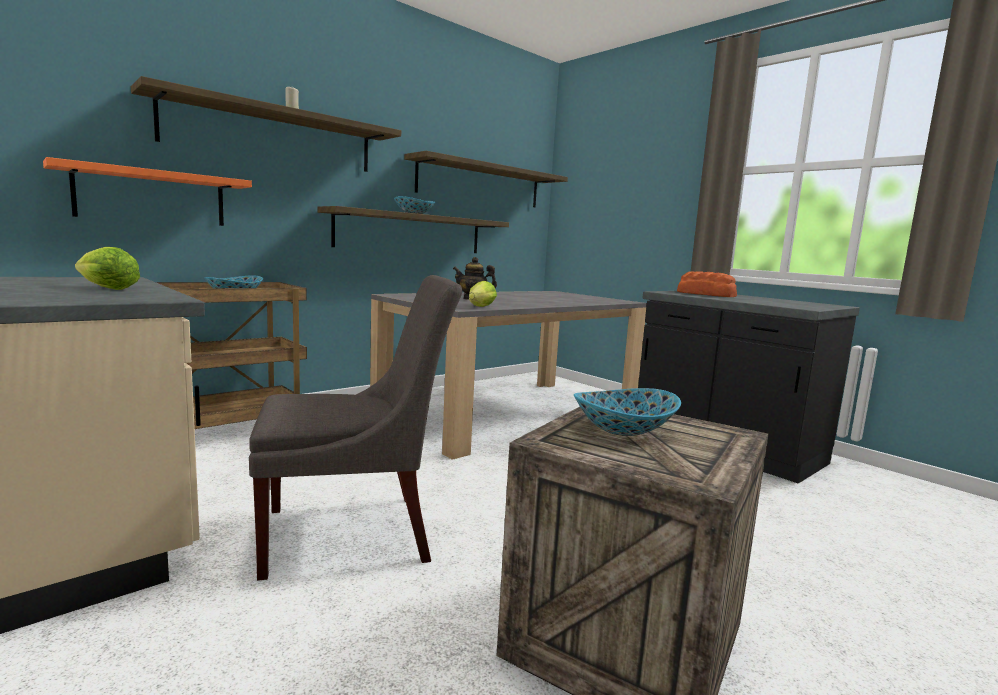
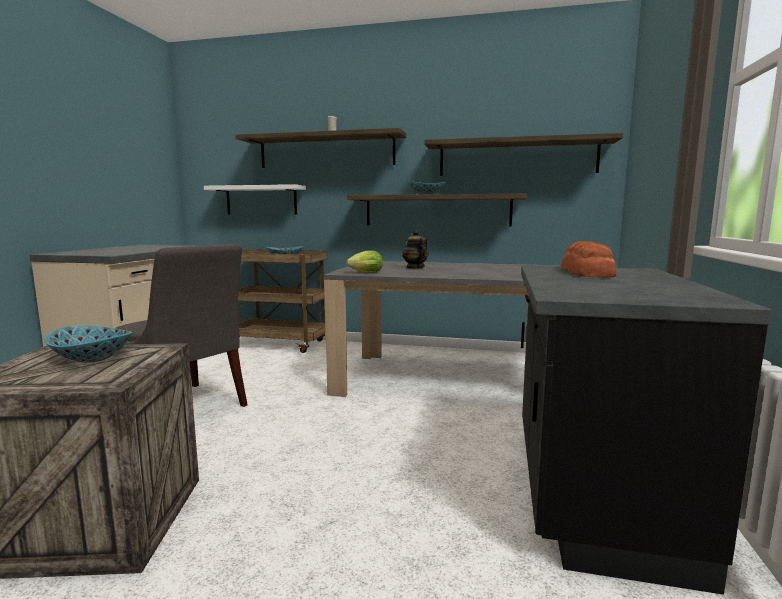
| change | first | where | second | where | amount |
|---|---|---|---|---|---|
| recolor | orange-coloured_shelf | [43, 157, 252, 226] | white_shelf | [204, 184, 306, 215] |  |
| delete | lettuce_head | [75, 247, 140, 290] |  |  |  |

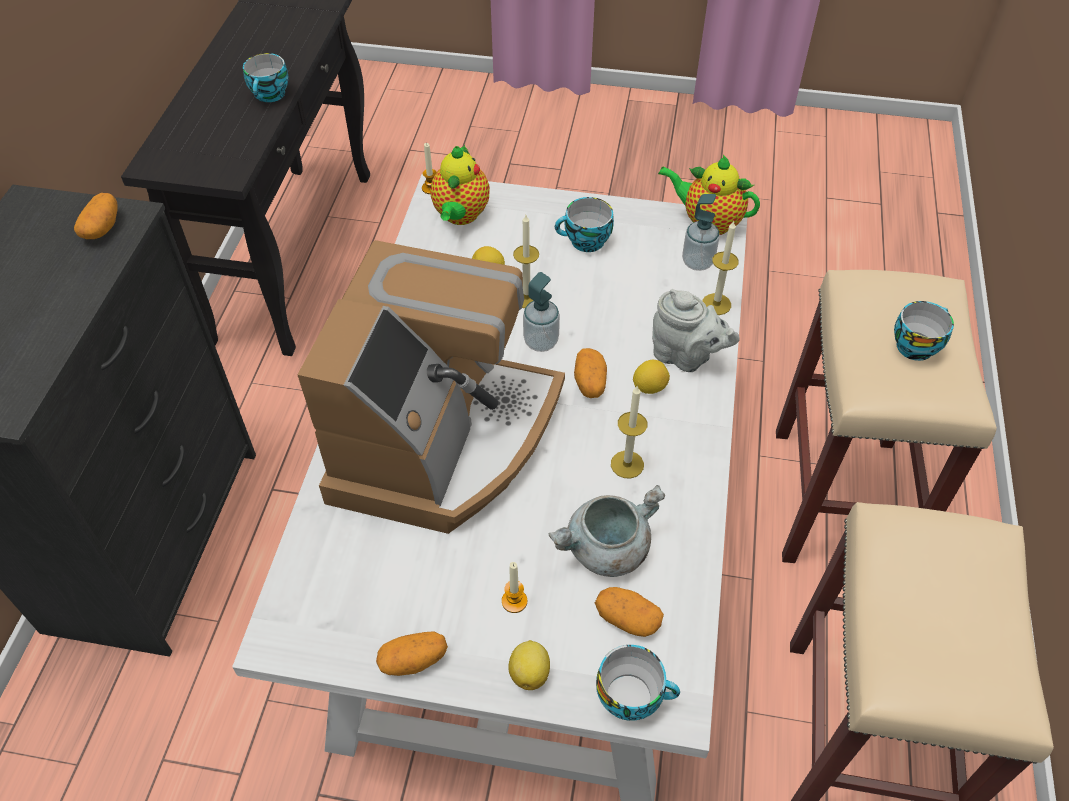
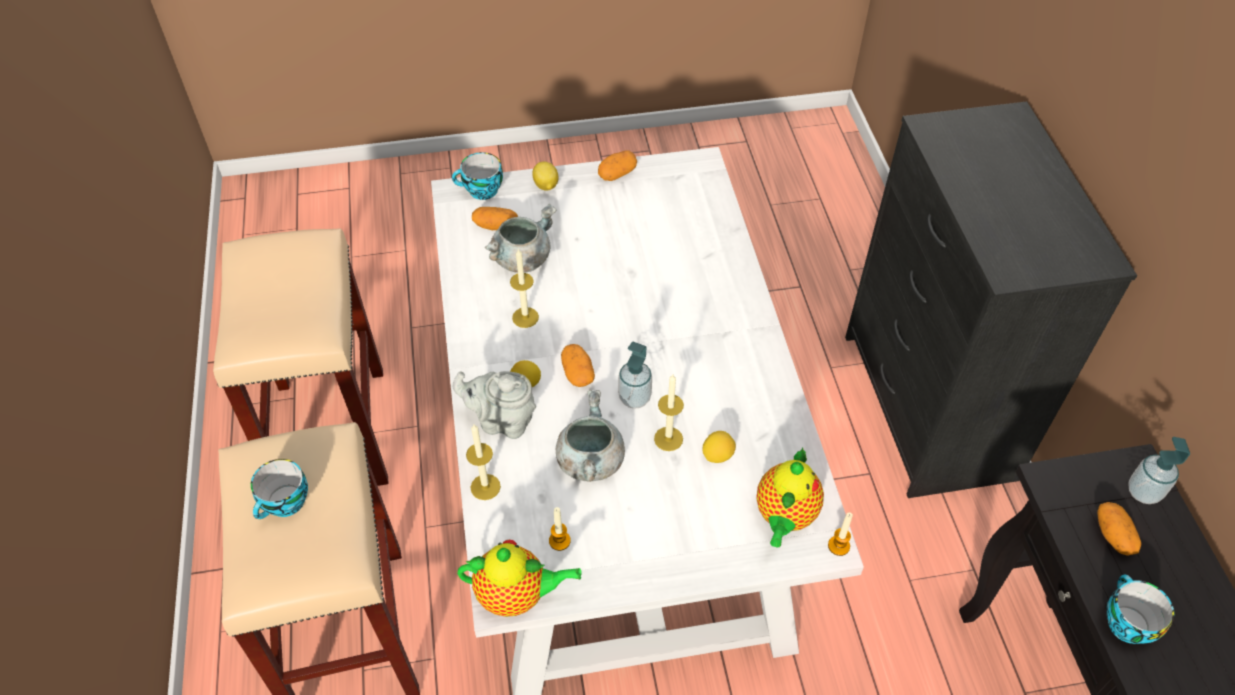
| change | first | where | second | where | amount |
|---|---|---|---|---|---|
| rotate | tea_pot | [430, 145, 490, 225] |  | [756, 447, 824, 548] | 150 degrees counterclockwise |
| move | potato | [74, 193, 118, 239] |  | [1097, 502, 1142, 556] |  |
| move | liquid_soap_bottle | [682, 194, 720, 271] |  | [1128, 437, 1190, 504] |  |
| delete | cup | [555, 197, 614, 252] |  |  |  |
| delete | coffee_brewer | [297, 240, 565, 534] |  |  |  |
| move | candle | [502, 562, 527, 613] |  | [549, 507, 571, 551] |  |
| insert |  |  | greyish_cooking_pot | [556, 390, 625, 482] |  |

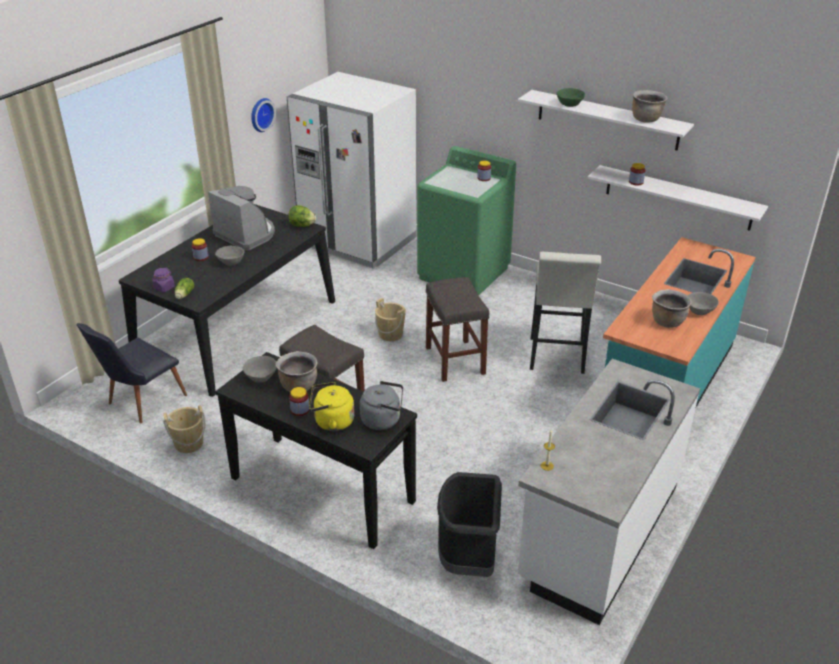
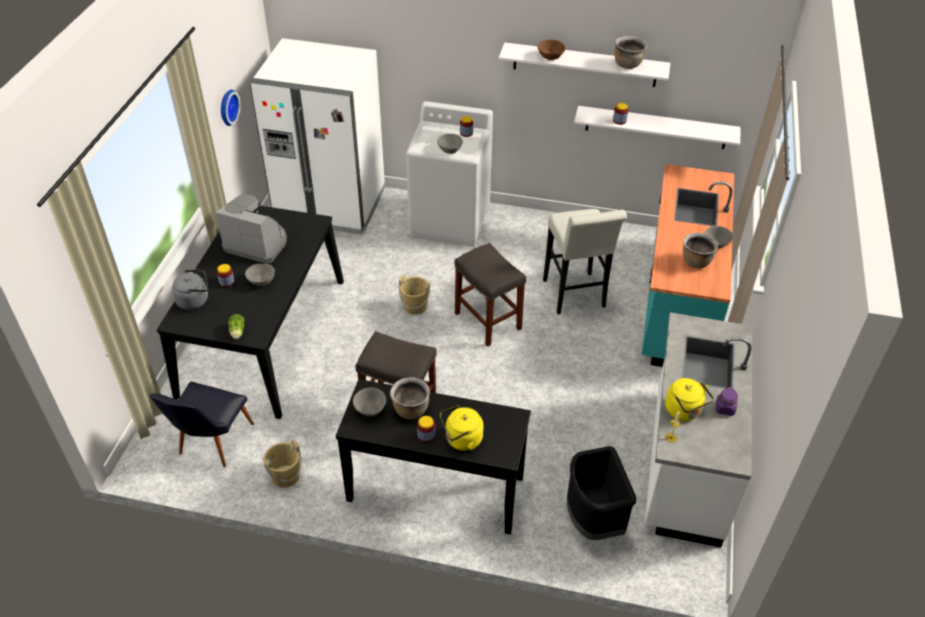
| change | first | where | second | where | amount |
|---|---|---|---|---|---|
| recolor | green_serving_bowl | [557, 88, 585, 107] | brownish_serving_bowl | [538, 40, 565, 60] |  |
| recolor | green_laundry_appliance | [417, 146, 516, 295] | white_laundry_appliance | [406, 101, 493, 247] |  |
| delete | lettuce_head | [288, 205, 316, 227] |  |  |  |
| move | purple_storage_jar | [152, 268, 175, 292] |  | [716, 387, 738, 416] |  |
| move | greyish_kettle | [360, 381, 403, 430] |  | [172, 269, 208, 310] |  |
| insert |  |  | greyish_serving_bowl | [437, 134, 463, 154] |  |
| insert |  |  | yellow_kettle | [665, 378, 714, 421] |  |

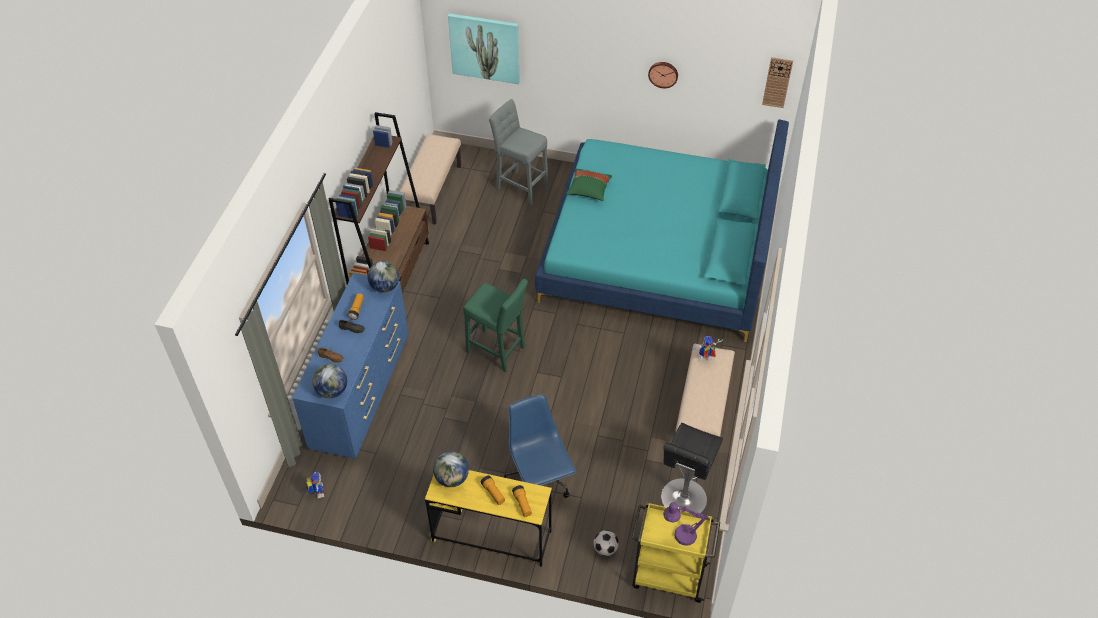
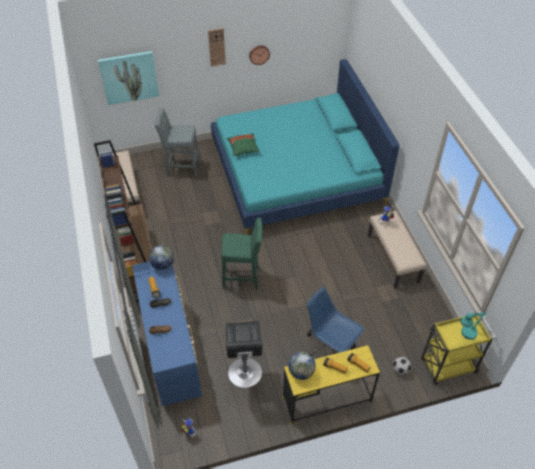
| change | first | where | second | where | amount |
|---|---|---|---|---|---|
| move | hanging_clock | [762, 57, 793, 108] |  | [208, 28, 226, 67] |  |
| delete | globe | [313, 364, 347, 398] |  |  |  |
| move | blackish_stool | [661, 423, 723, 513] |  | [226, 321, 262, 388] |  |
| recolor | purple_table_lamp | [663, 502, 708, 546] | turquoise-coloured_table_lamp | [460, 312, 486, 340] |  |

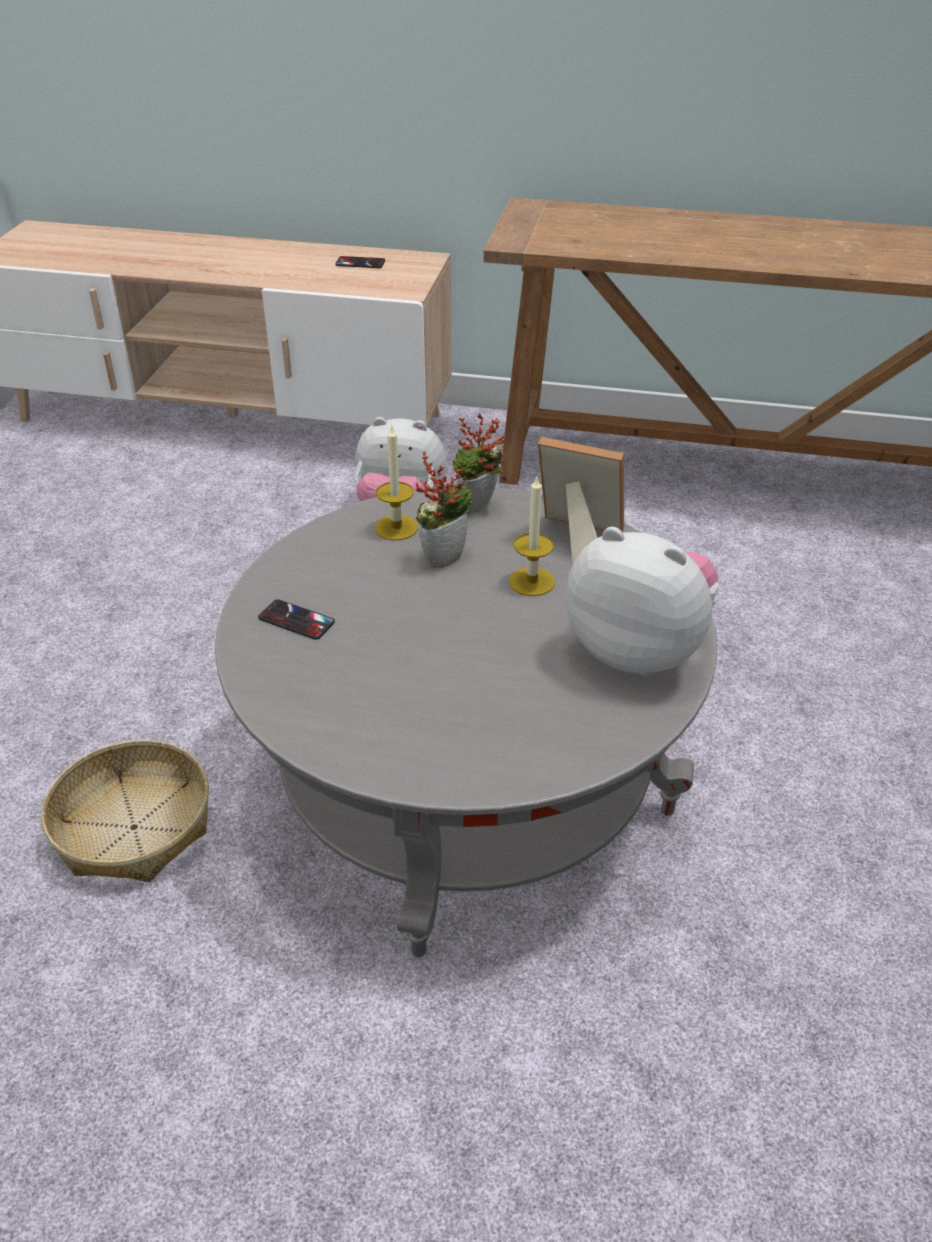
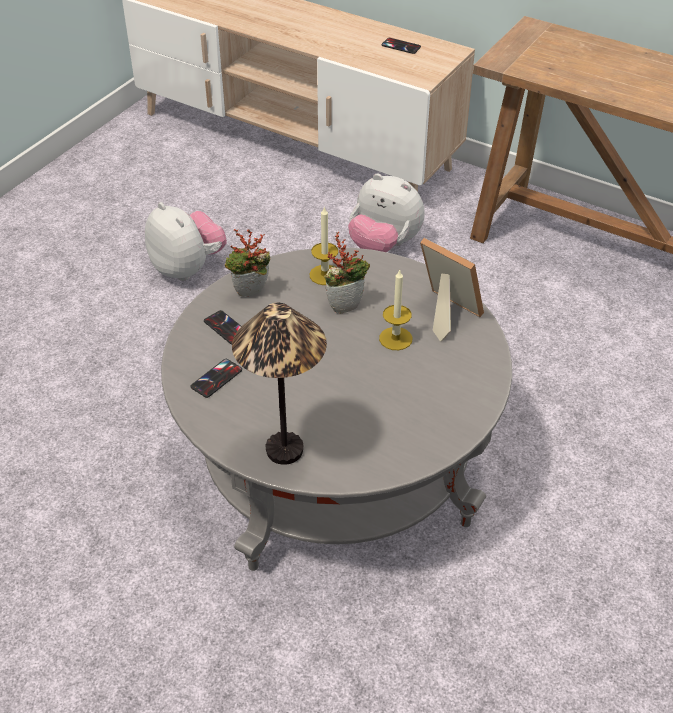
| change | first | where | second | where | amount |
|---|---|---|---|---|---|
| move | potted_plant | [452, 414, 504, 514] |  | [225, 229, 270, 297] |  |
| move | plush_toy | [566, 527, 719, 676] |  | [145, 202, 227, 281] |  |
| delete | basket | [41, 740, 209, 882] |  |  |  |
| insert |  |  | table_lamp | [232, 303, 327, 465] |  |
| insert |  |  | telephone | [190, 359, 242, 398] |  |

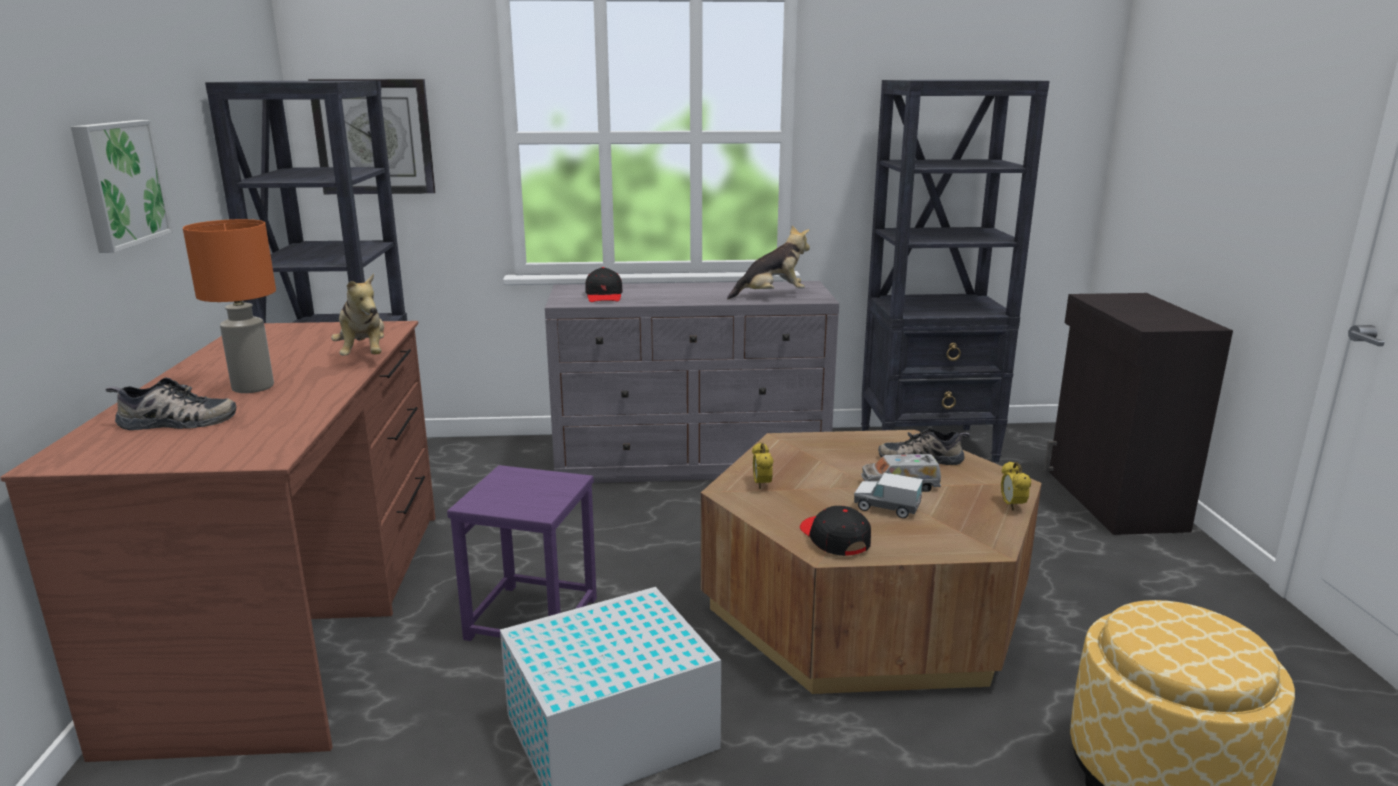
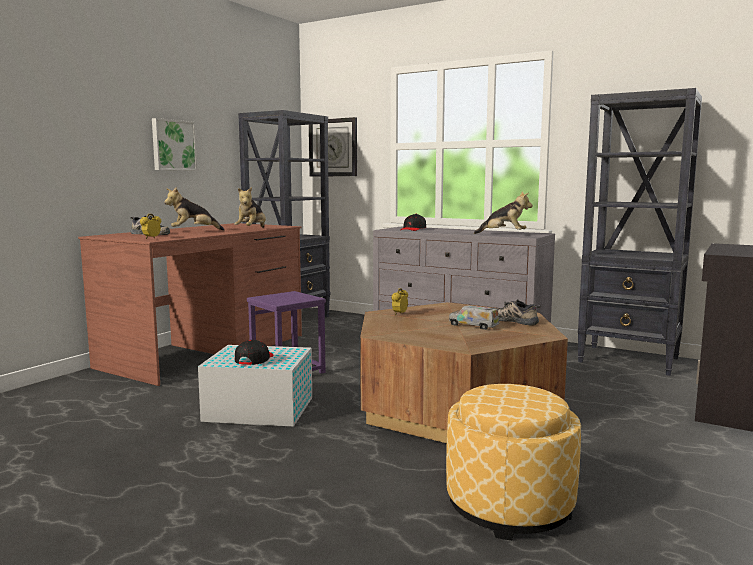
| change | first | where | second | where | amount |
|---|---|---|---|---|---|
| replace | orange-coloured_table_lamp | [183, 219, 276, 393] | plush_toy | [164, 187, 224, 230] |  |
| move | bedside_clock | [1001, 461, 1031, 510] |  | [140, 214, 161, 239] |  |
| delete | toy_truck | [854, 473, 923, 518] |  |  |  |
| move | blackish_baseball_cap | [800, 506, 871, 556] |  | [235, 340, 274, 365] |  |

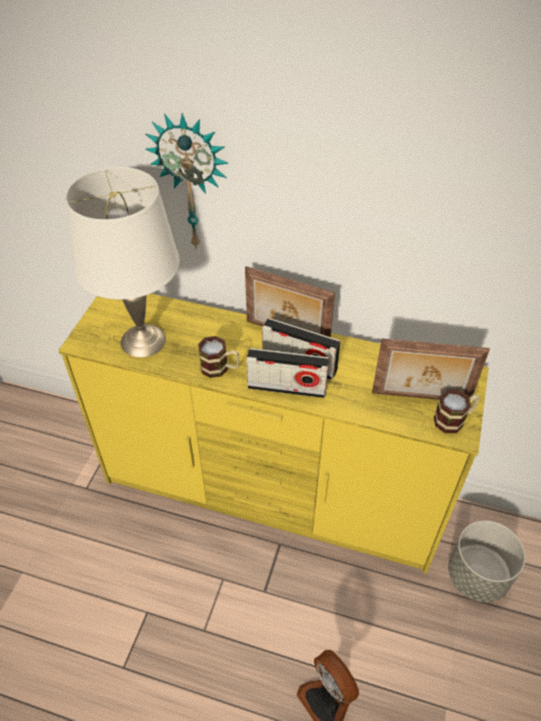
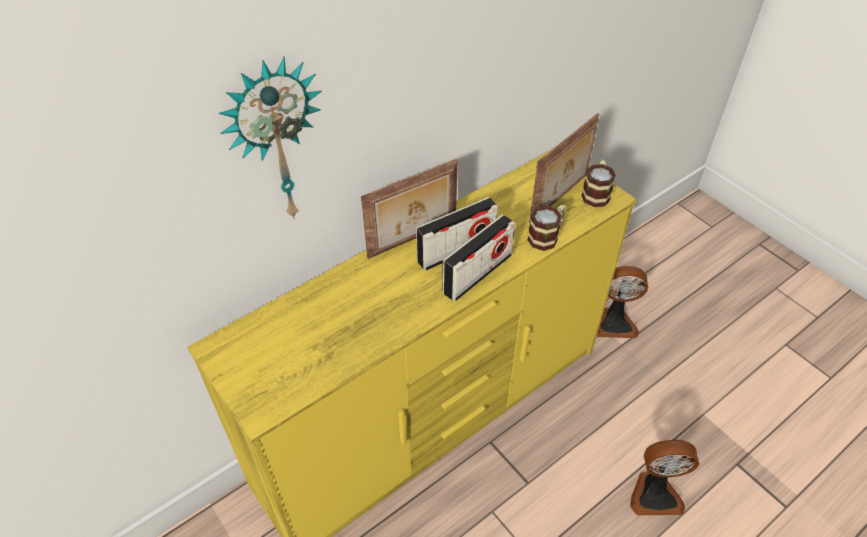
| change | first | where | second | where | amount |
|---|---|---|---|---|---|
| delete | white_table_lamp | [66, 167, 180, 358] |  |  |  |
| move | tea_mug | [198, 336, 239, 378] |  | [527, 205, 566, 251] |  |
| replace | greyish_planter | [448, 521, 525, 603] | electric_fan | [597, 266, 648, 338] |  |

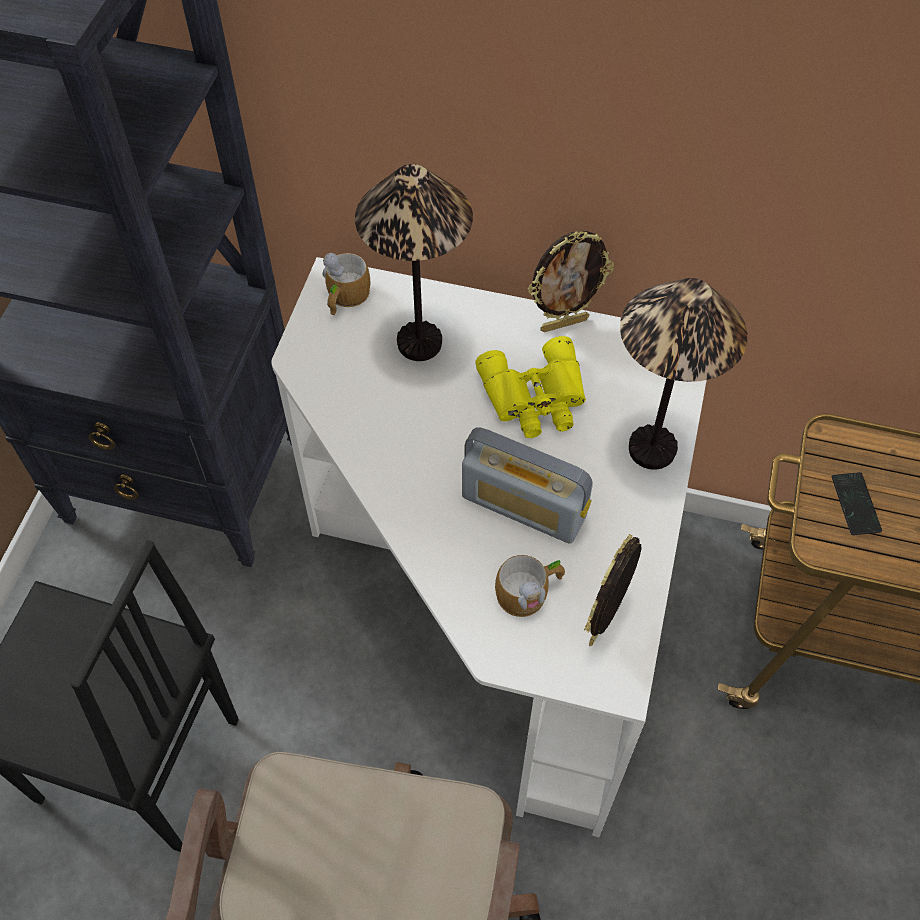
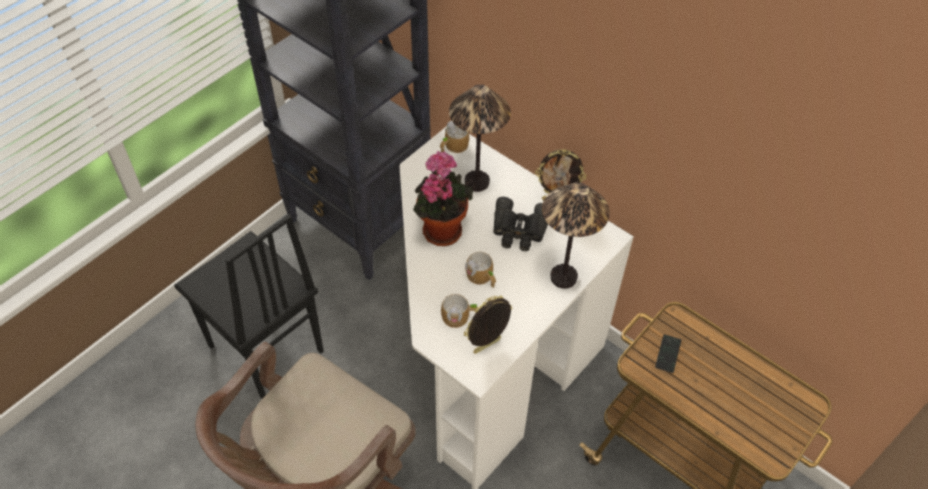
| change | first | where | second | where | amount |
|---|---|---|---|---|---|
| recolor | yellow_binoculars | [475, 336, 586, 438] | blackish_binoculars | [493, 197, 548, 251] |  |
| replace | radio_set | [462, 427, 593, 544] | tea_mug | [465, 252, 496, 288] |  |
| insert |  |  | potted_plant | [413, 151, 473, 246] |  |

